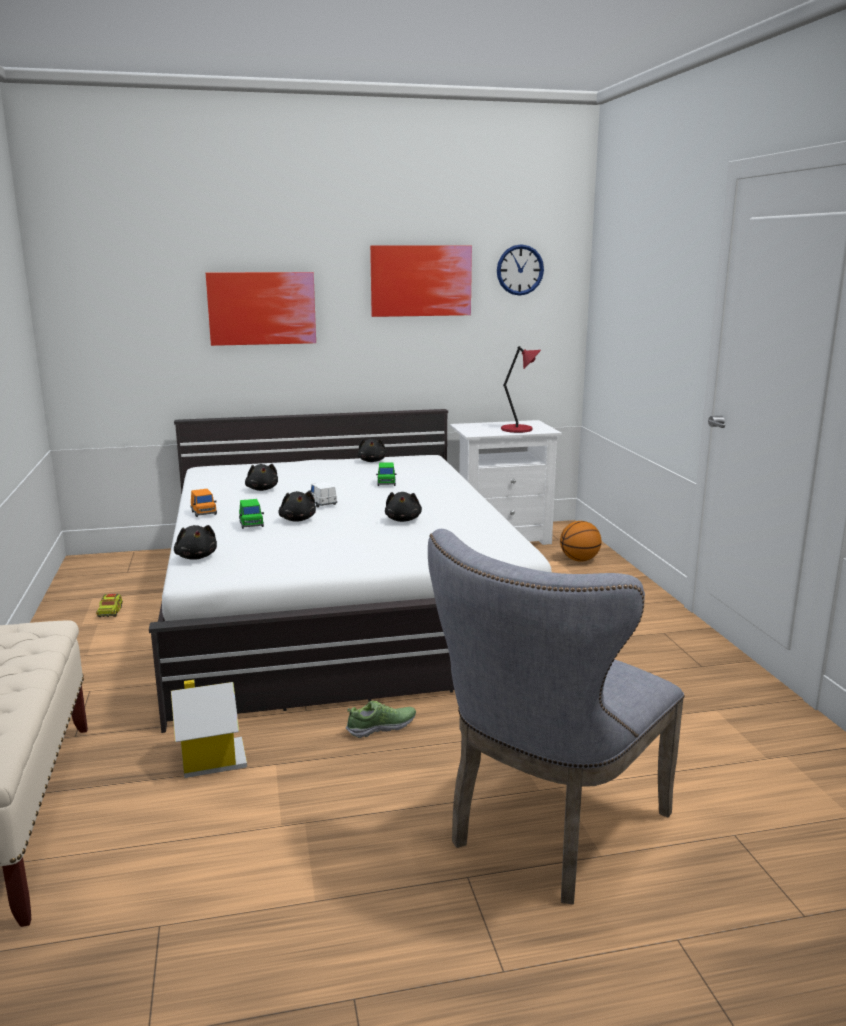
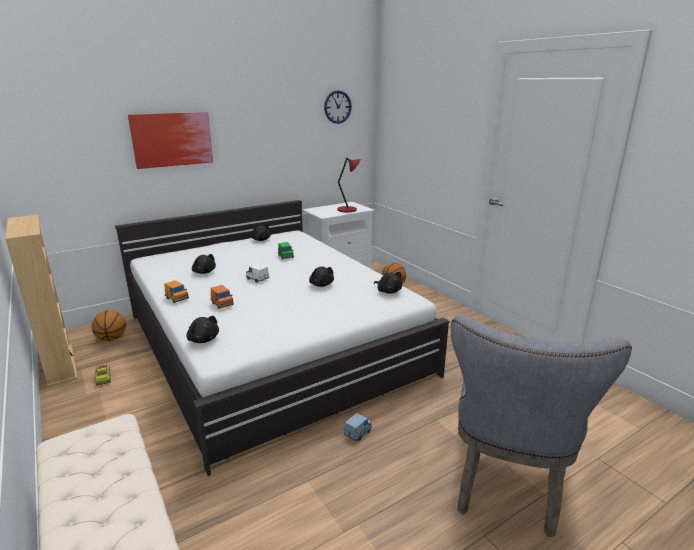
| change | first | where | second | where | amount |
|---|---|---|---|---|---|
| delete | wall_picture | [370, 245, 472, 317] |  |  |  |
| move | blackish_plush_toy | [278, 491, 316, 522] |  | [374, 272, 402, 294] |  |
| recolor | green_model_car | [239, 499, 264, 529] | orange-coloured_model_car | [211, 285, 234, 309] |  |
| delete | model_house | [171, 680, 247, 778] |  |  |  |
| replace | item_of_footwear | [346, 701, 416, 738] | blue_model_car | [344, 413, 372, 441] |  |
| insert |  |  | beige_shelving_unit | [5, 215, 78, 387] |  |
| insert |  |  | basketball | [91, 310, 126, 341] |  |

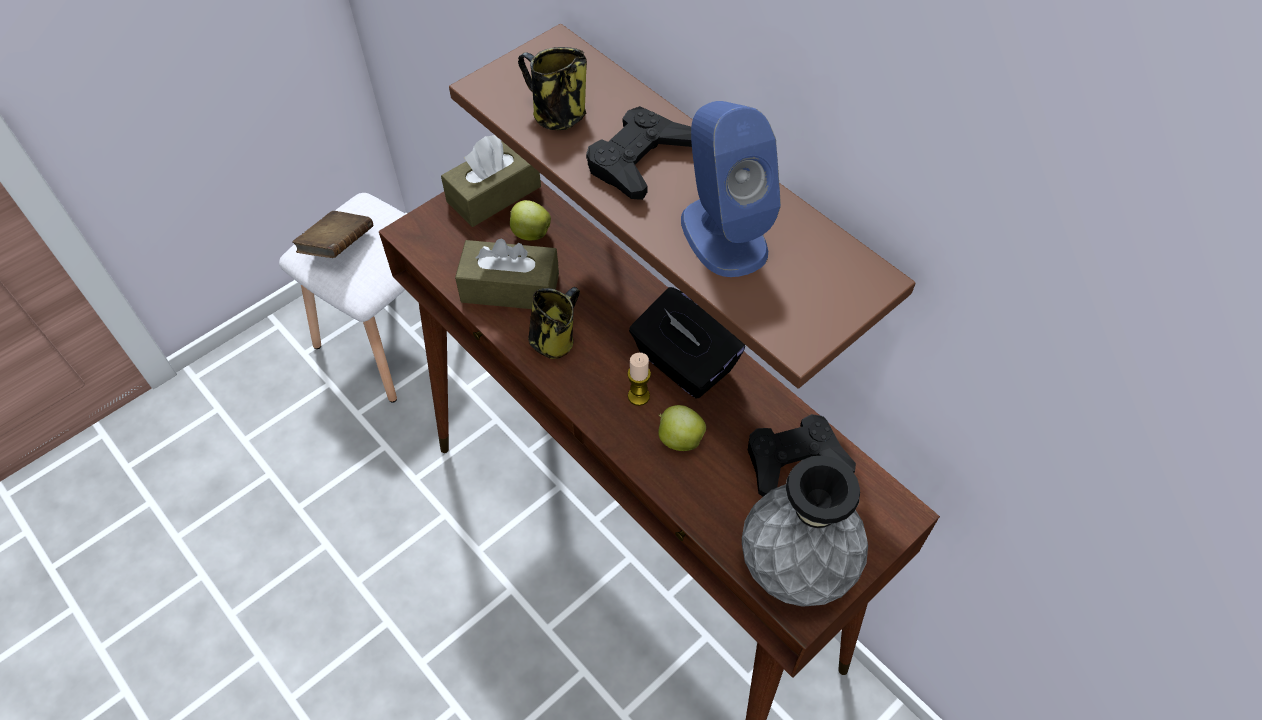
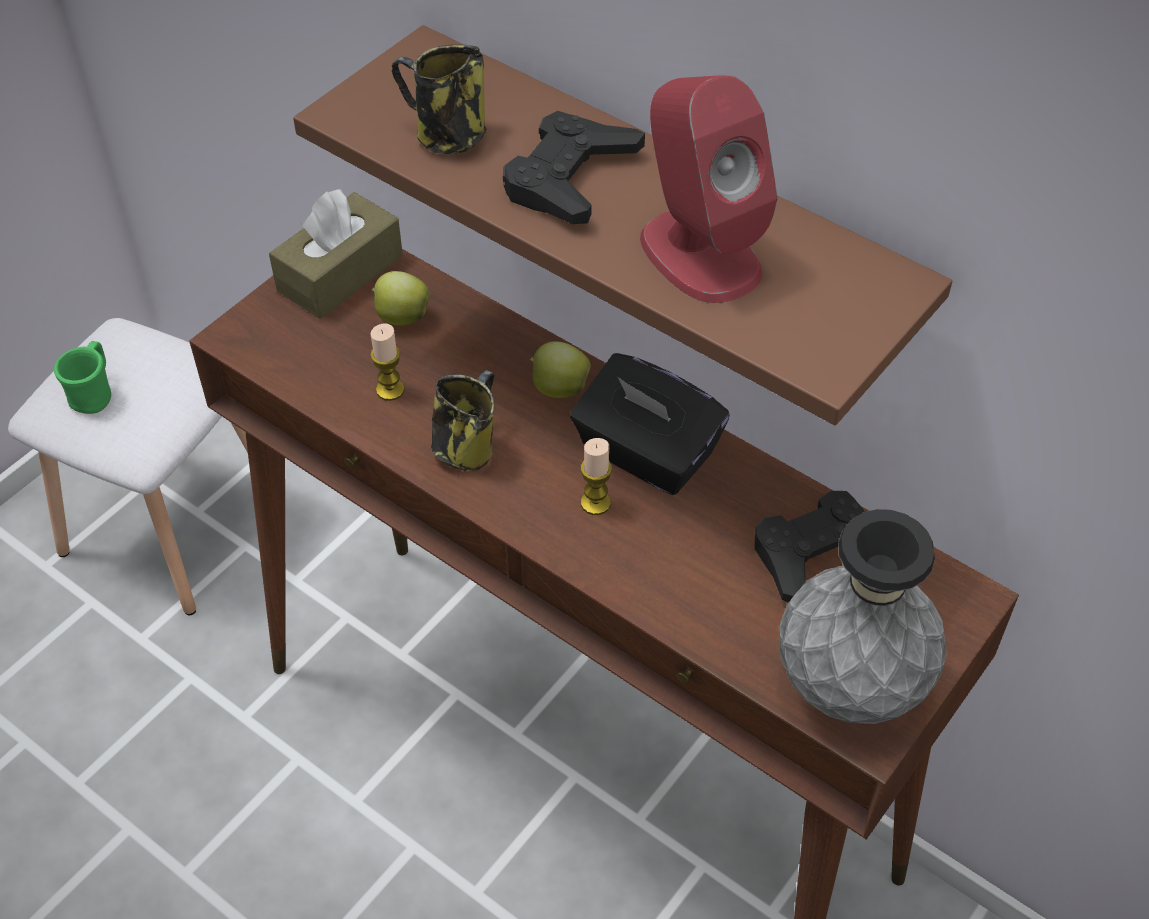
| change | first | where | second | where | amount |
|---|---|---|---|---|---|
| recolor | blue_loudspeaker | [681, 101, 781, 277] | reddish_loudspeaker | [640, 75, 778, 303] |  |
| replace | brownish_book | [292, 211, 373, 258] | green_tea_mug | [53, 341, 111, 414] |  |
| replace | brownish_tissue_box | [455, 239, 559, 309] | candle | [370, 324, 405, 401] |  |
| move | apple_fruit | [658, 405, 706, 451] |  | [529, 341, 591, 398] |  |

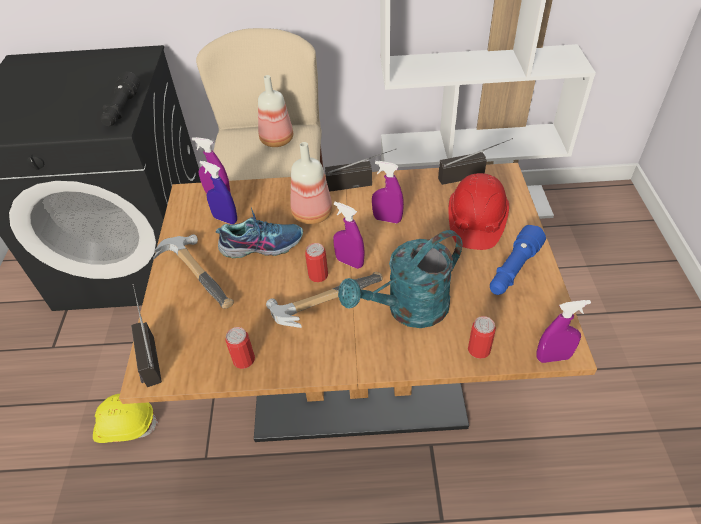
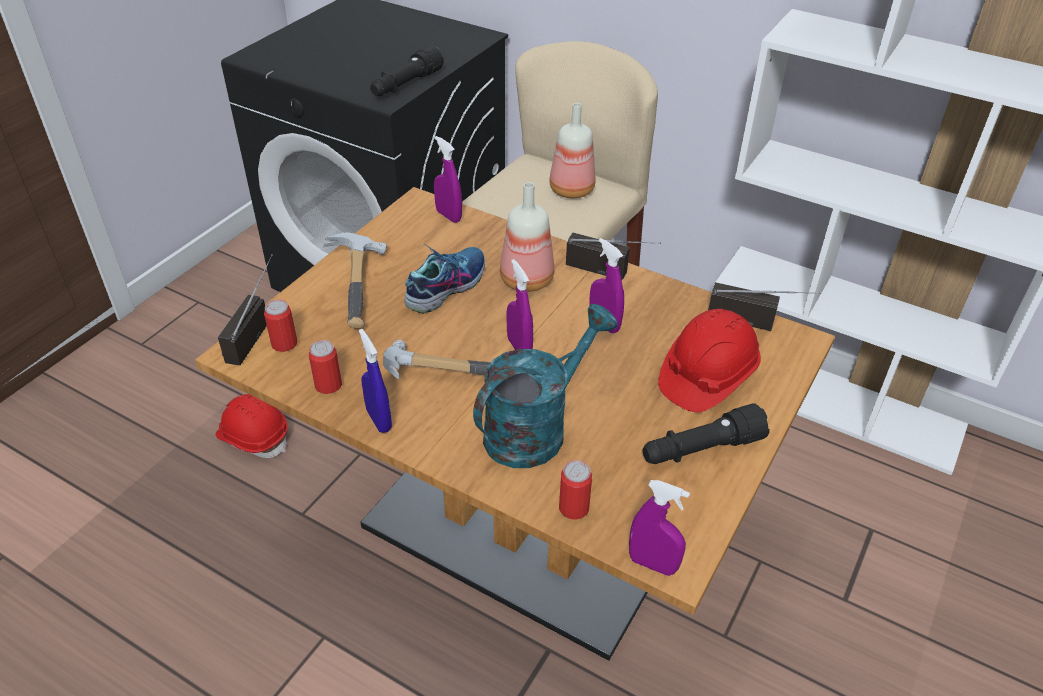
| change | first | where | second | where | amount |
|---|---|---|---|---|---|
| move | blue_hand_sprayer | [200, 161, 237, 224] |  | [359, 329, 392, 433] |  |
| rotate | item_of_footwear | [216, 207, 303, 258] |  | [405, 244, 485, 314] | 75 degrees counterclockwise |
| recolor | blue_flashlight | [490, 225, 546, 295] | blackish_flashlight | [643, 403, 770, 464] |  |
| rotate | turquoise-coloured_watering_can | [338, 230, 462, 328] |  | [473, 304, 617, 468] | 135 degrees clockwise |
| move | sealed_can | [305, 243, 328, 282] |  | [264, 299, 297, 352] |  |
| recolor | yellow_hard_hat | [93, 394, 158, 443] | reddish_hard_hat | [215, 394, 288, 458] |  |

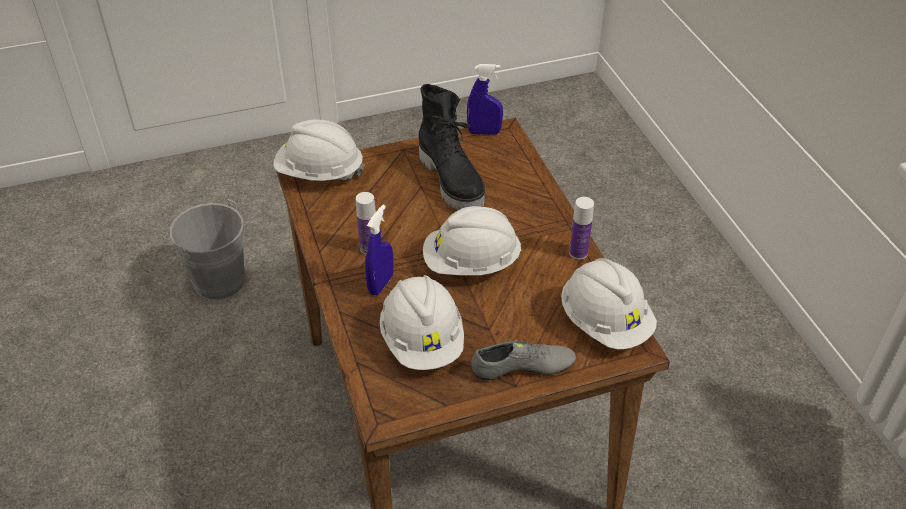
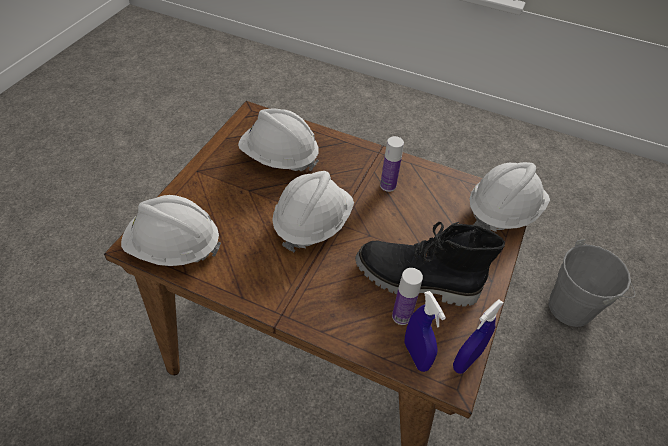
| change | first | where | second | where | amount |
|---|---|---|---|---|---|
| move | bottle | [569, 197, 594, 260] |  | [392, 268, 423, 325] |  |
| move | blue_hand_sprayer | [365, 205, 394, 295] |  | [404, 291, 446, 372] |  |
| delete | greyish_item_of_footwear | [471, 339, 576, 381] |  |  |  |

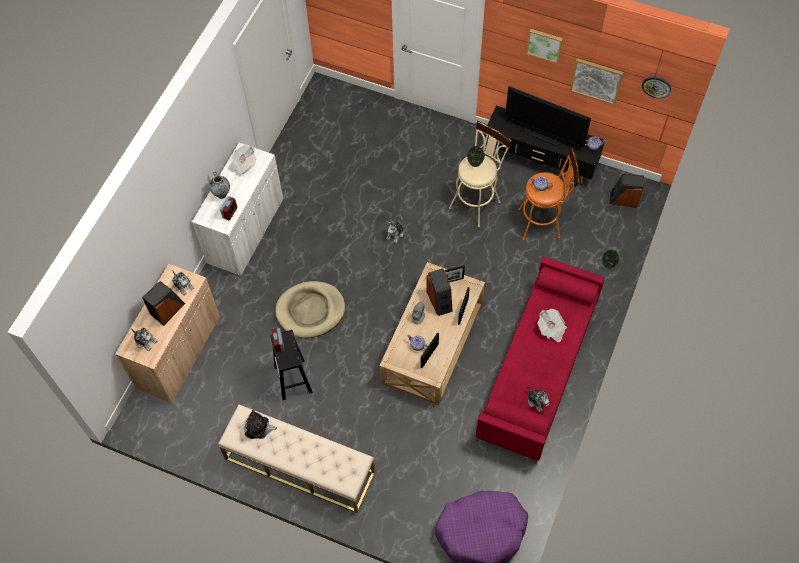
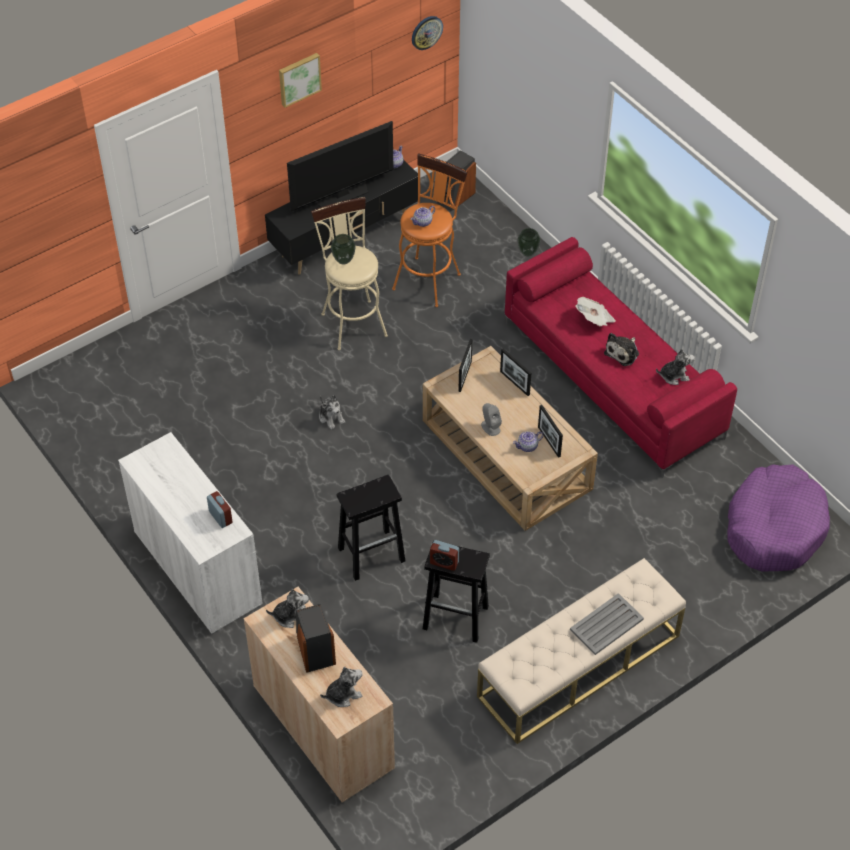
| change | first | where | second | where | amount |
|---|---|---|---|---|---|
| delete | wall_picture | [570, 58, 624, 105] |  |  |  |
| delete | daily_paper | [228, 145, 256, 176] |  |  |  |
| delete | flower_vase | [209, 171, 230, 199] |  |  |  |
| delete | loudspeaker | [426, 268, 453, 316] |  |  |  |
| replace | beige_dog_cushion | [275, 281, 345, 338] | blackish_stool | [337, 475, 405, 581] |  |
| move | plush_toy | [245, 410, 277, 439] |  | [604, 333, 639, 366] |  |
| insert |  |  | greyish_tray | [570, 593, 644, 655] |  |

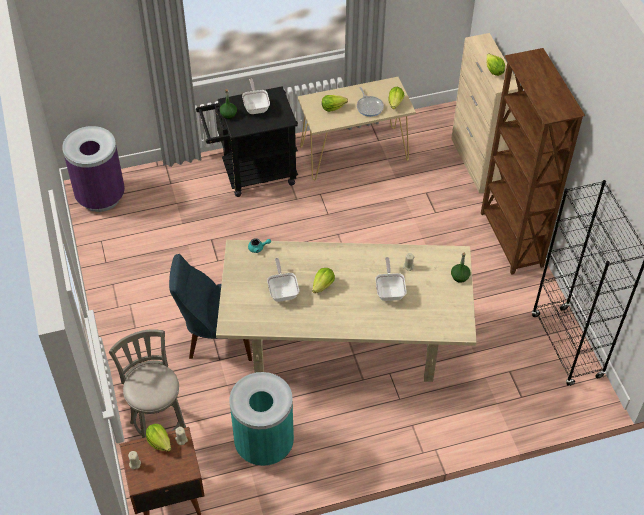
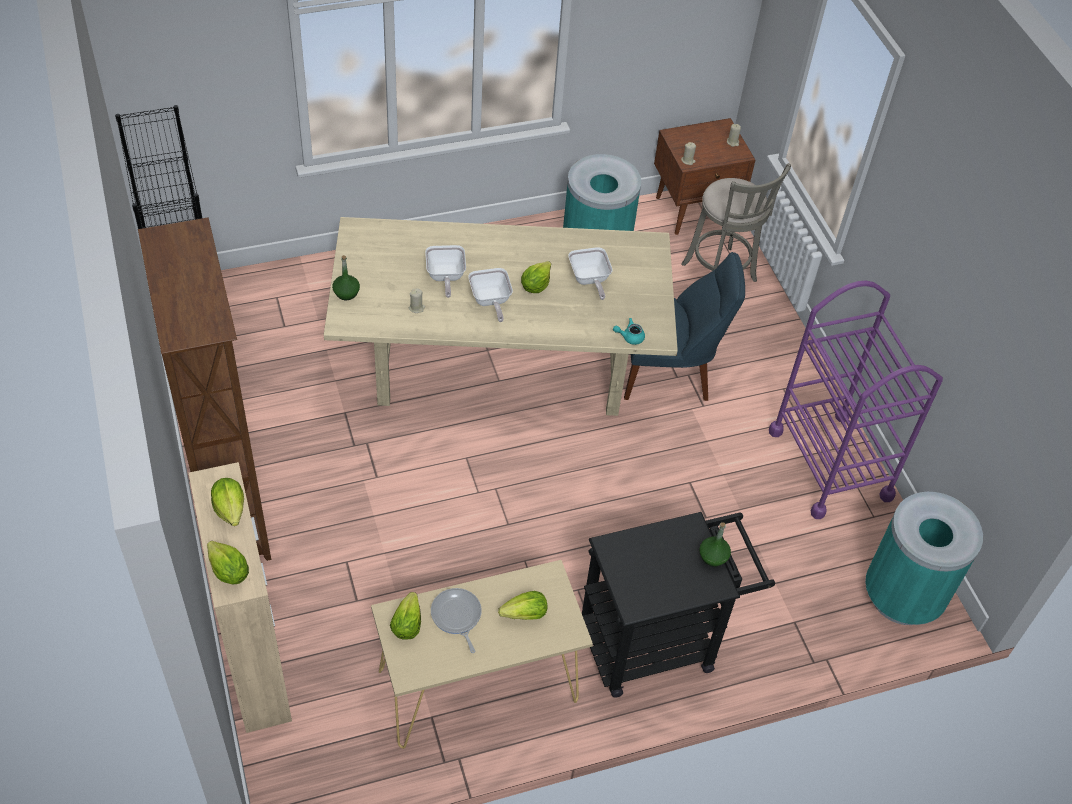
| change | first | where | second | where | amount |
|---|---|---|---|---|---|
| move | skillet | [242, 79, 270, 114] |  | [468, 268, 513, 322] |  |
| recolor | purple_rubbish_bin | [62, 126, 125, 212] | turquoise-coloured_rubbish_bin | [865, 492, 983, 625] |  |
| move | lettuce_head | [146, 424, 171, 452] |  | [207, 541, 249, 584] |  |
| insert |  |  | purple_wheeled_cart | [769, 280, 943, 519] |  |

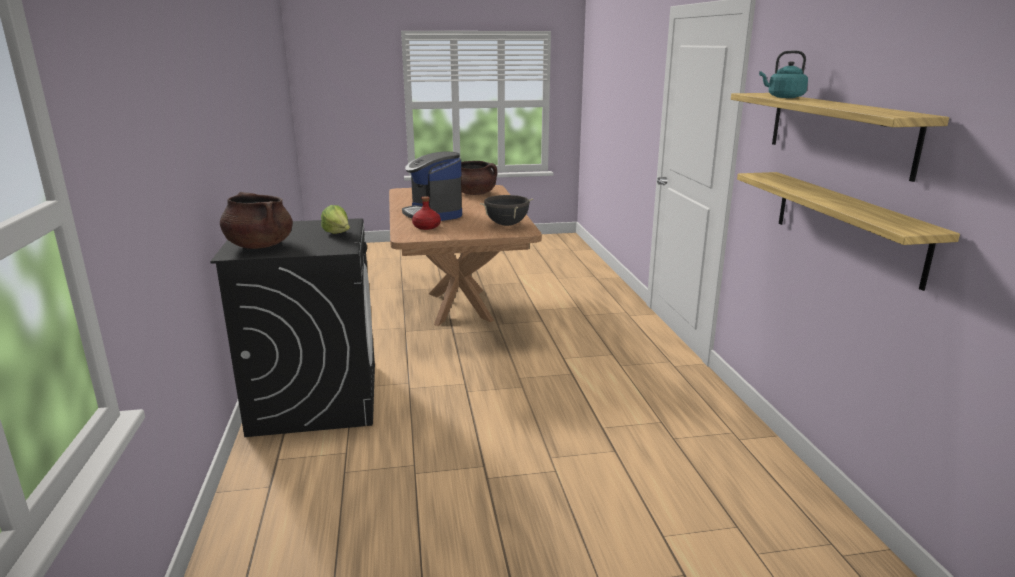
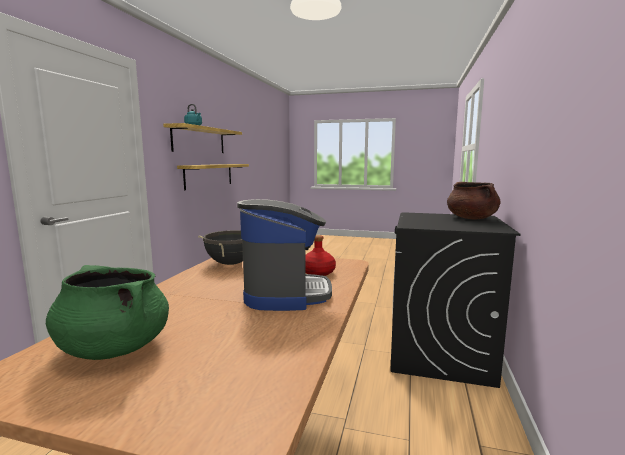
| change | first | where | second | where | amount |
|---|---|---|---|---|---|
| recolor | brownish_cooking_pot | [461, 161, 497, 195] | green_cooking_pot | [46, 265, 169, 360] |  |
| delete | lettuce_head | [321, 205, 350, 234] |  |  |  |

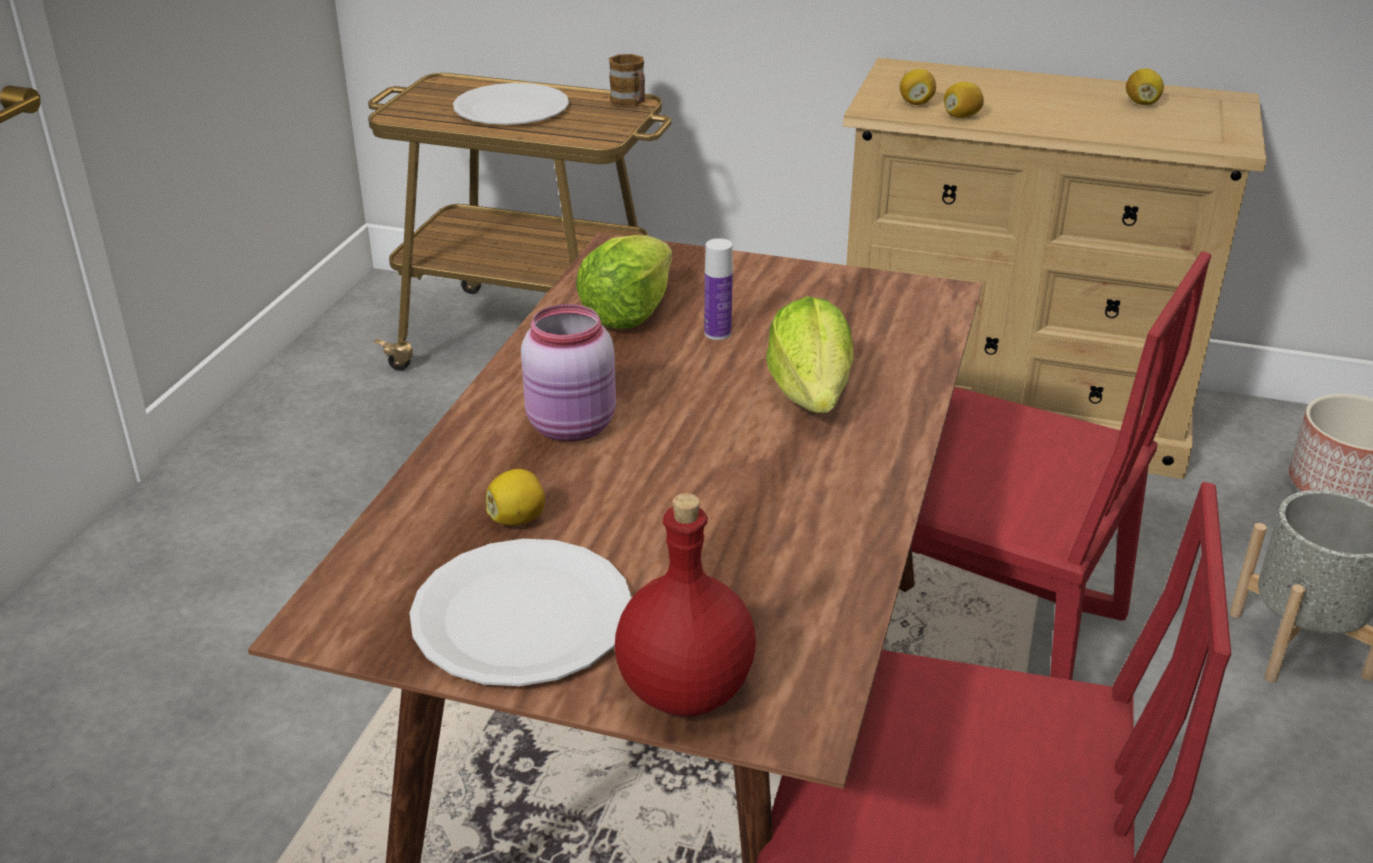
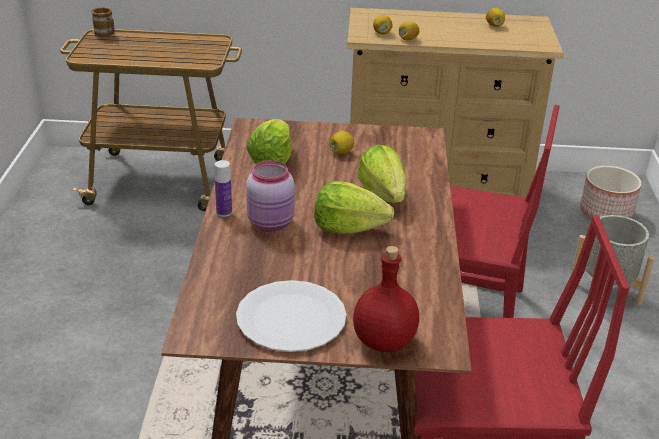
| change | first | where | second | where | amount |
|---|---|---|---|---|---|
| move | tea_mug | [609, 54, 645, 106] |  | [91, 7, 115, 37] |  |
| delete | white_plate | [453, 83, 569, 125] |  |  |  |
| move | bottle | [704, 238, 733, 340] |  | [215, 160, 232, 217] |  |
| move | citrus_fruit | [486, 469, 545, 526] |  | [329, 131, 354, 154] |  |
| insert |  |  | lettuce_head | [314, 181, 394, 234] |  |

